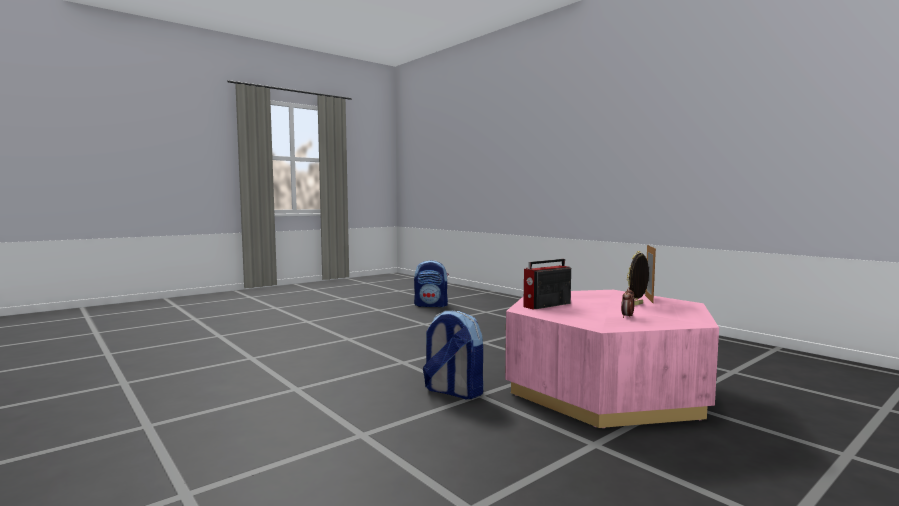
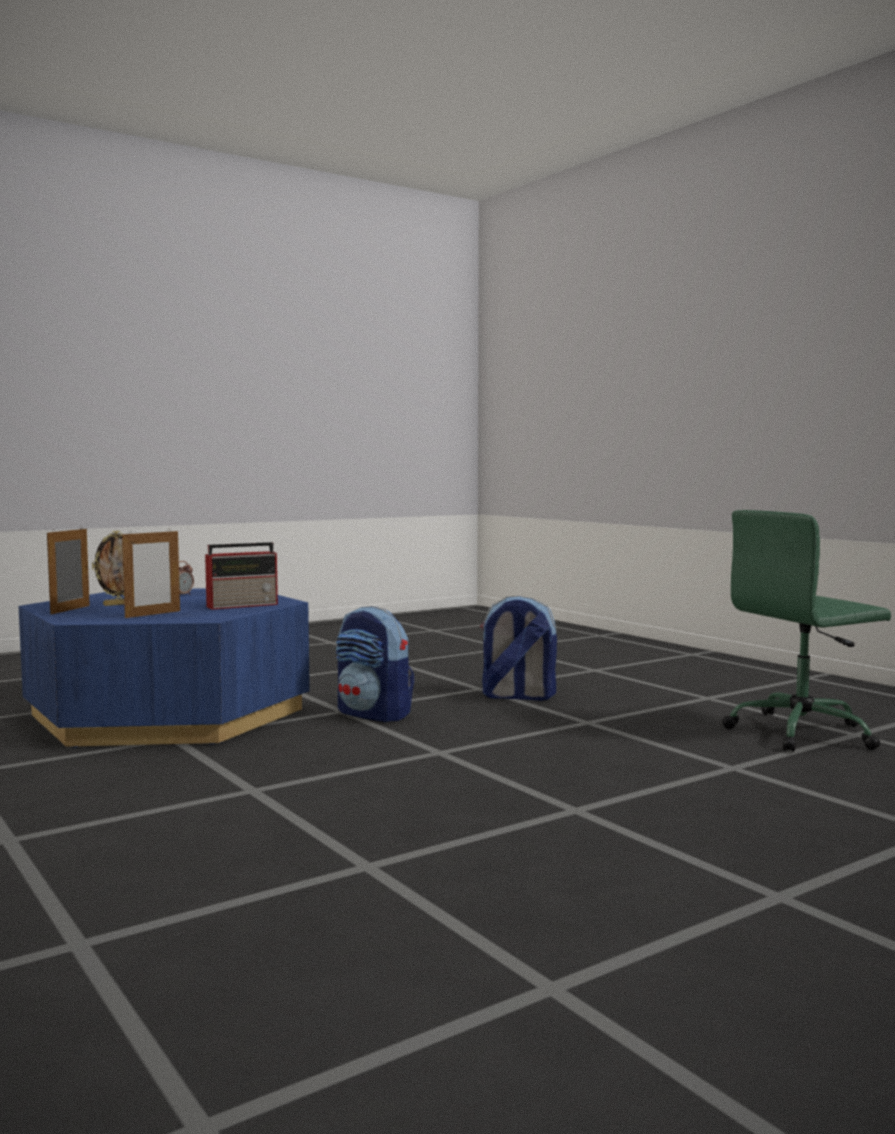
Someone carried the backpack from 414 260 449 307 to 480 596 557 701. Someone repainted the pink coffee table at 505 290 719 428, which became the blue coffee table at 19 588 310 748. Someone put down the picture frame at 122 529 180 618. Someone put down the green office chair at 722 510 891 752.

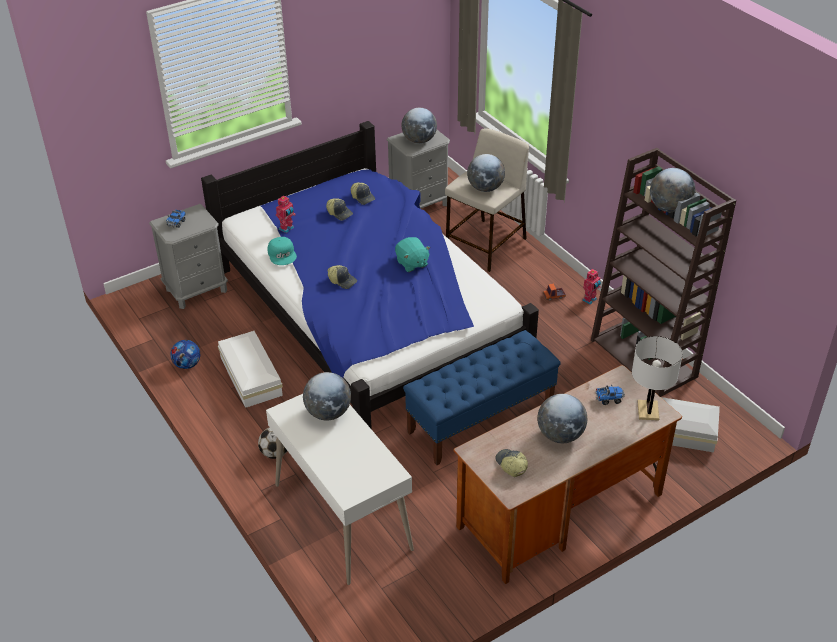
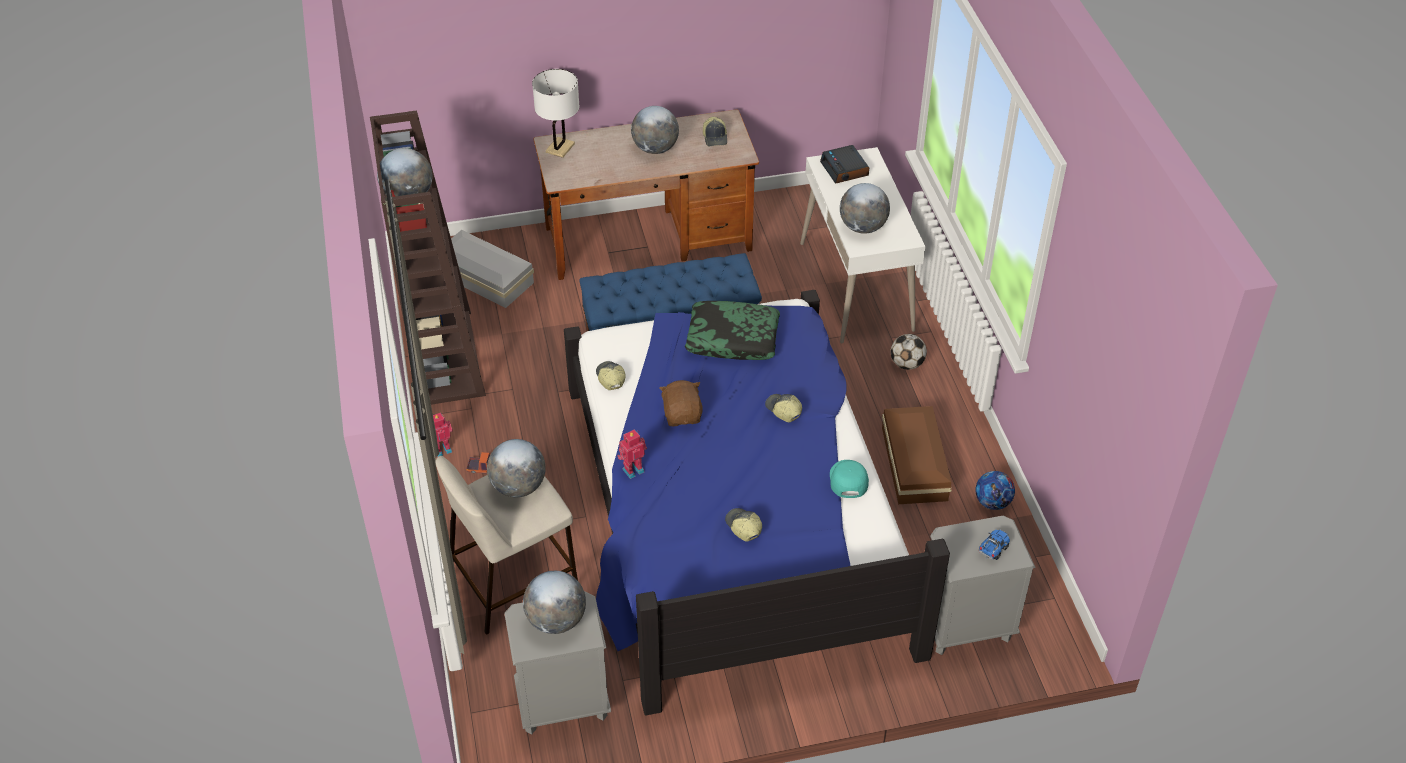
Someone repainted the white storage box at 218 331 283 408, which became the brown storage box at 882 406 952 504. Someone carried the toy robot from 276 195 296 233 to 617 429 647 479. Someone carried the cap from 351 183 375 205 to 596 361 626 390. Someone repainted the turquoise plush toy at 395 237 431 272, which became the brown plush toy at 659 380 703 426. Someone took away the toy truck at 595 385 625 405. Someone put down the pillow at 685 301 780 360. Someone put down the alarm clock at 820 145 869 184.

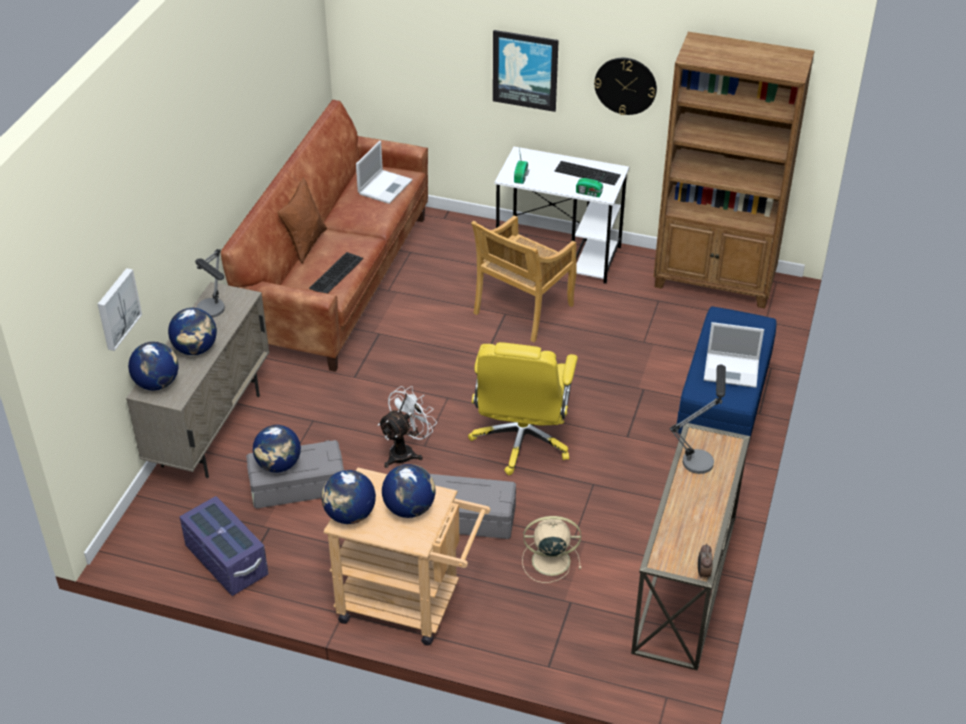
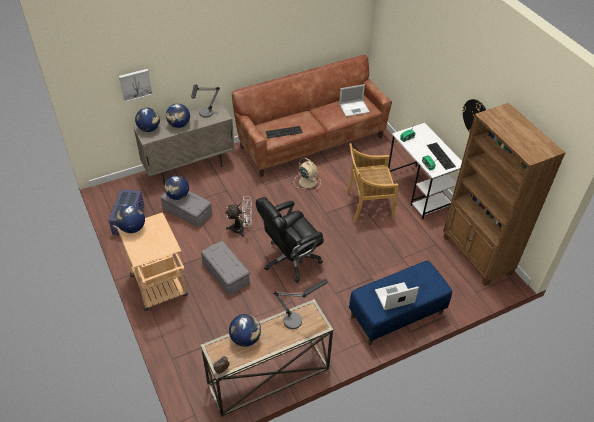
Someone took away the brown pillow at 278 177 327 264. Someone carried the globe from 382 464 436 518 to 229 314 261 347. Someone repainted the yellow office chair at 468 342 578 475, which became the black office chair at 256 197 324 283. Someone took away the picture at 493 30 559 112. Someone carried the beige fan from 522 516 581 583 to 294 158 321 191. Someone rotated the laptop at 704 322 764 388 by 105 degrees clockwise.

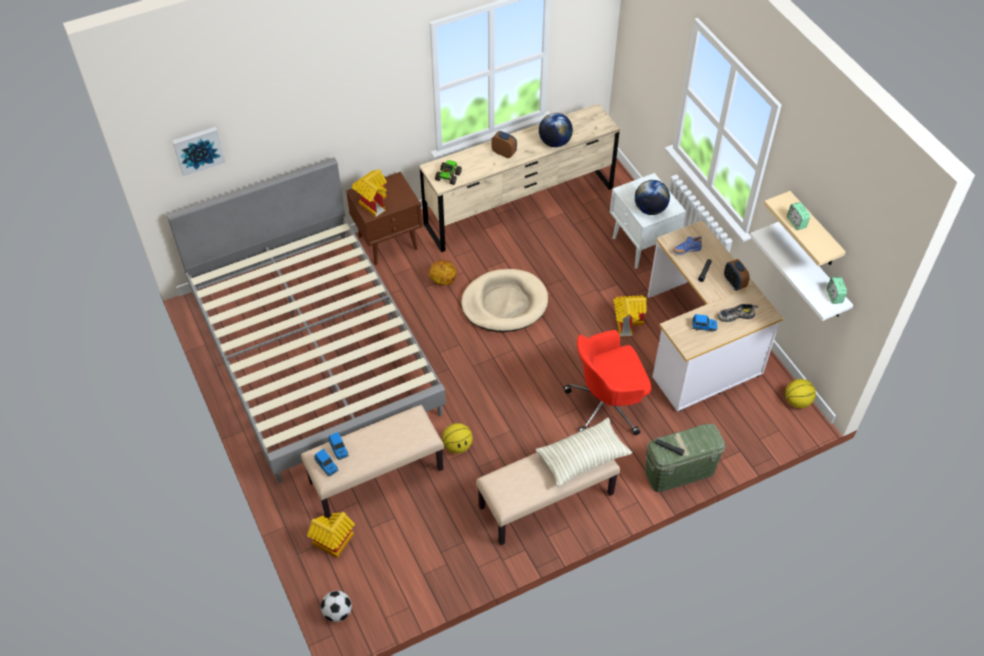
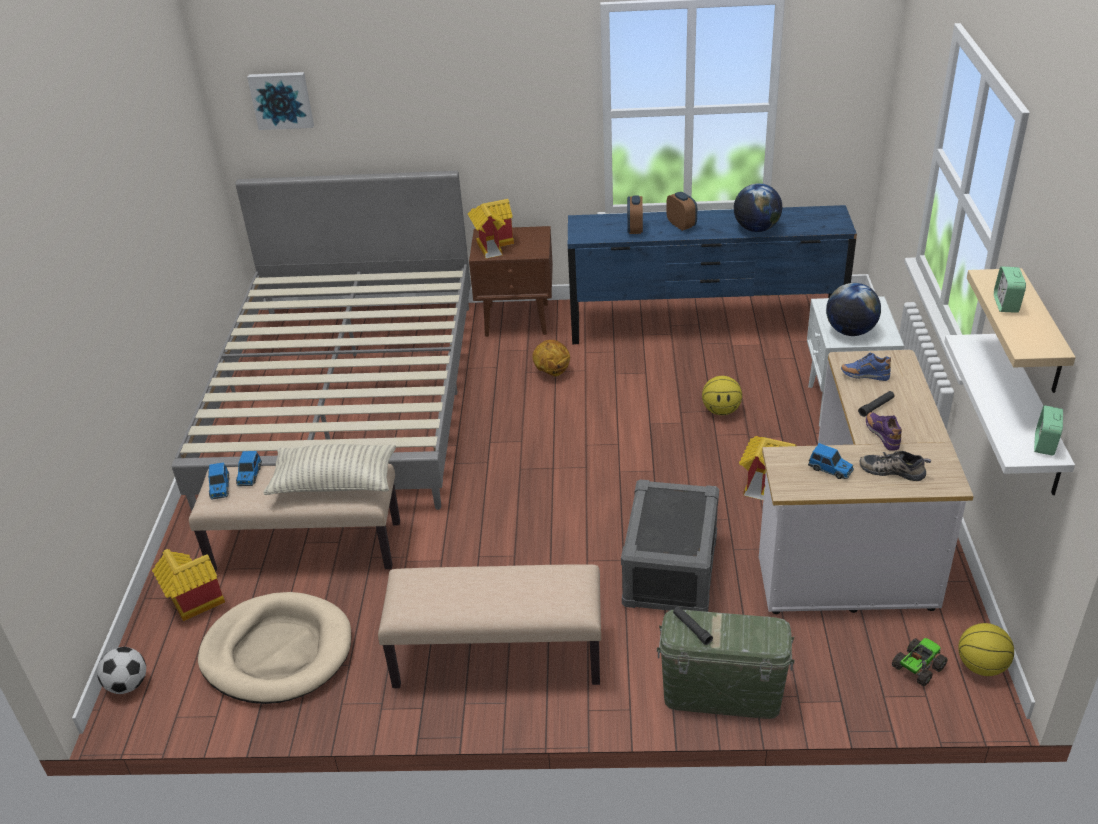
Someone repainted the beige dresser at 420 103 620 252, which became the blue dresser at 568 205 857 344. Someone carried the toy truck from 435 160 462 185 to 892 638 948 687. Someone carried the basketball from 442 423 473 453 to 702 376 742 415. Someone carried the beige dog bed from 461 269 548 332 to 198 592 351 704. Someone carried the pillow from 536 418 632 487 to 264 444 396 495. Someone swapped the red office chair at 564 330 651 435 for the grey storage box at 621 479 719 612. Someone carried the alarm clock from 724 259 750 291 to 627 195 643 234. Someone put down the purple shoe at 866 412 902 451.

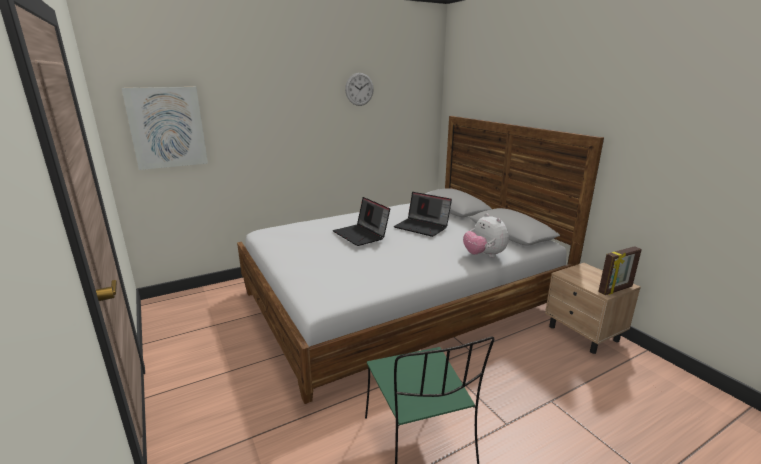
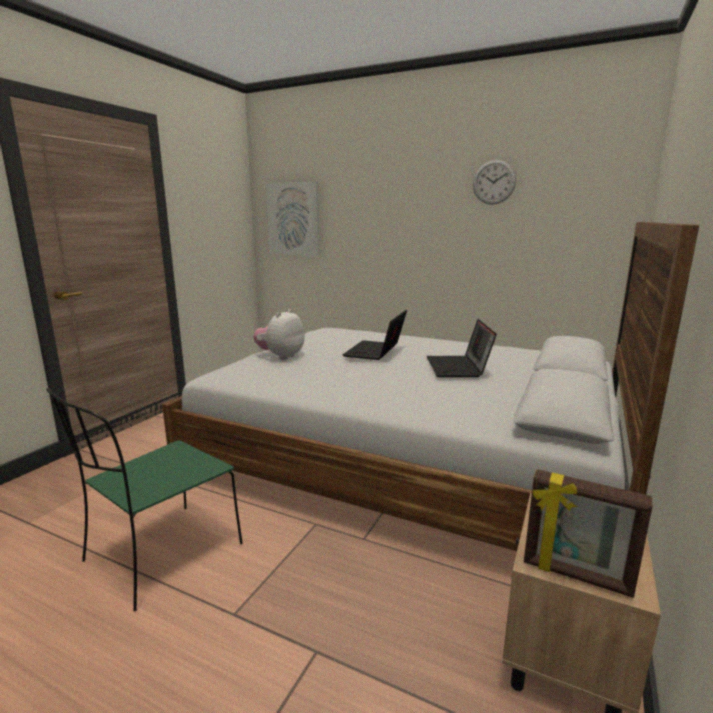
Someone carried the plush toy from 463 213 509 257 to 253 309 305 360.

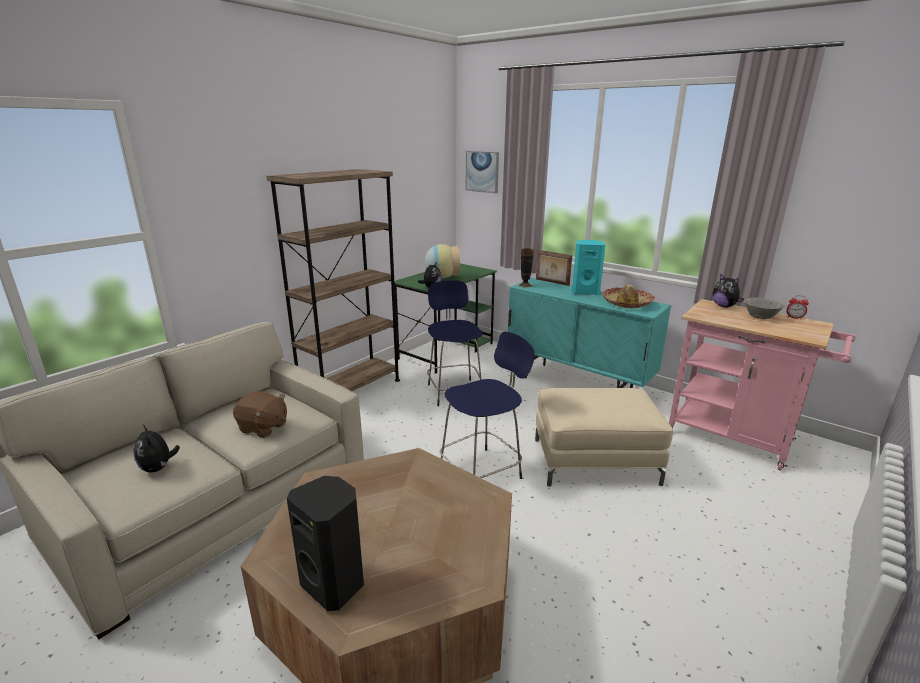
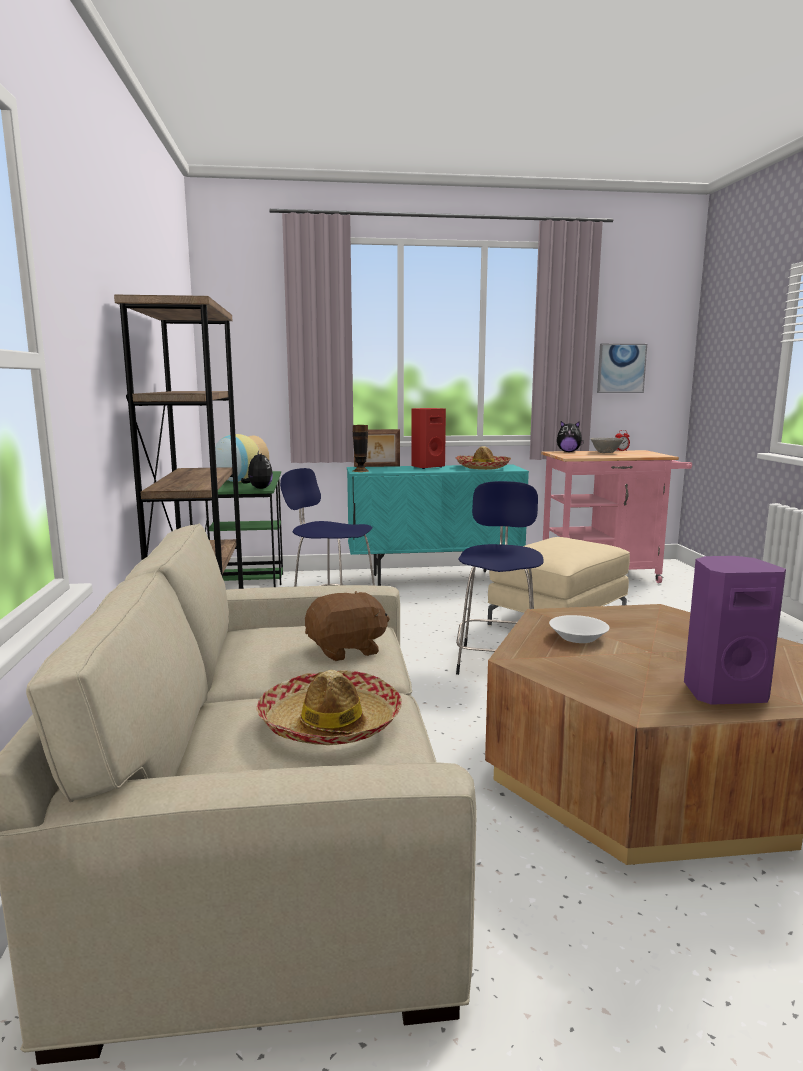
Someone swapped the plush toy at 133 424 180 472 for the hat at 257 670 402 745. Someone repainted the black speaker at 287 476 364 611, which became the purple speaker at 684 556 786 705. Someone carried the picture from 466 151 499 193 to 597 344 647 393. Someone repainted the turquoise speaker at 572 240 606 295, which became the red speaker at 411 408 446 469. Someone put down the white bowl at 549 615 609 643.

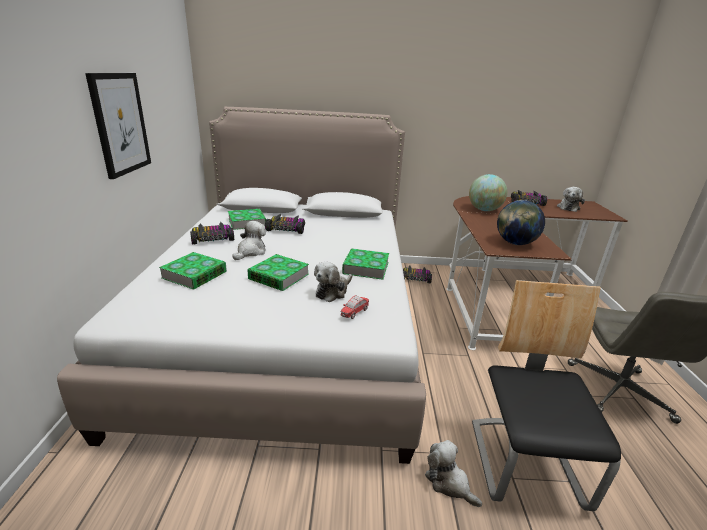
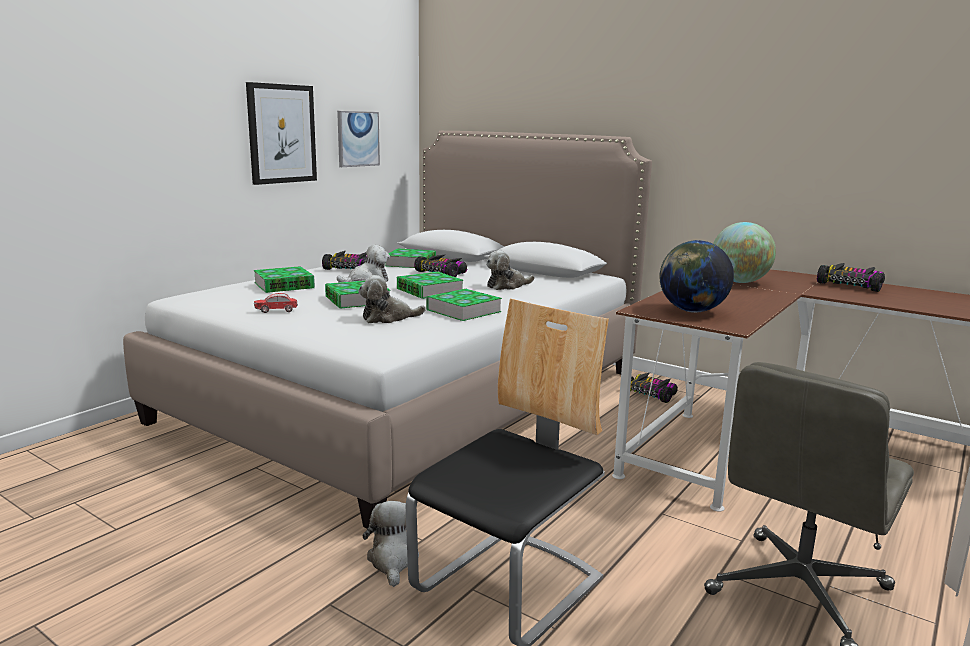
Someone carried the toy car from 340 295 369 319 to 254 293 298 313. Someone carried the plush toy from 557 187 585 212 to 486 251 534 290. Someone put up the picture at 337 111 380 167. Someone put down the book at 397 271 464 299.

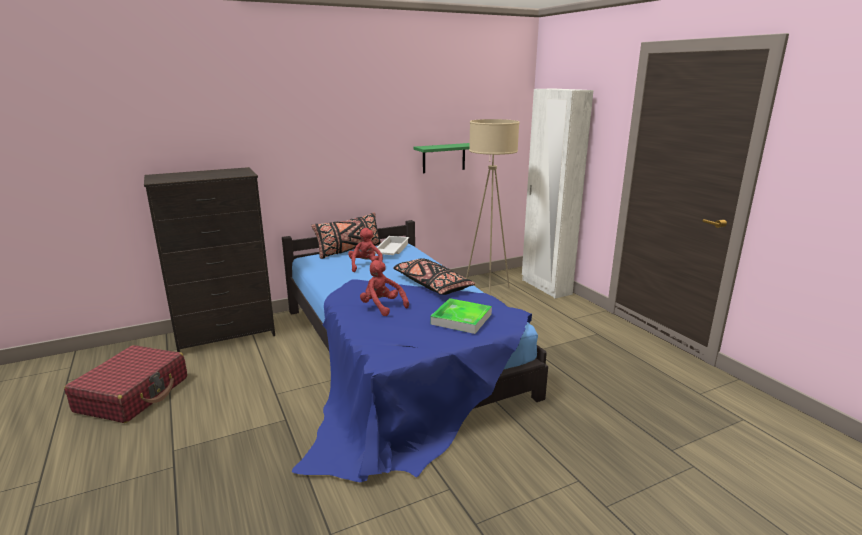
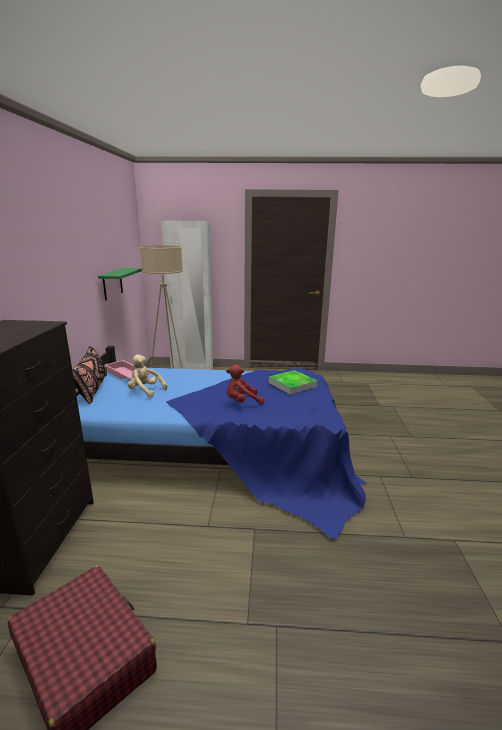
Someone repainted the red plush toy at 348 228 383 272, which became the beige plush toy at 127 355 167 398. Someone repainted the white tray at 375 236 409 255, which became the pink tray at 104 360 149 380. Someone took away the black pillow at 393 259 475 295.

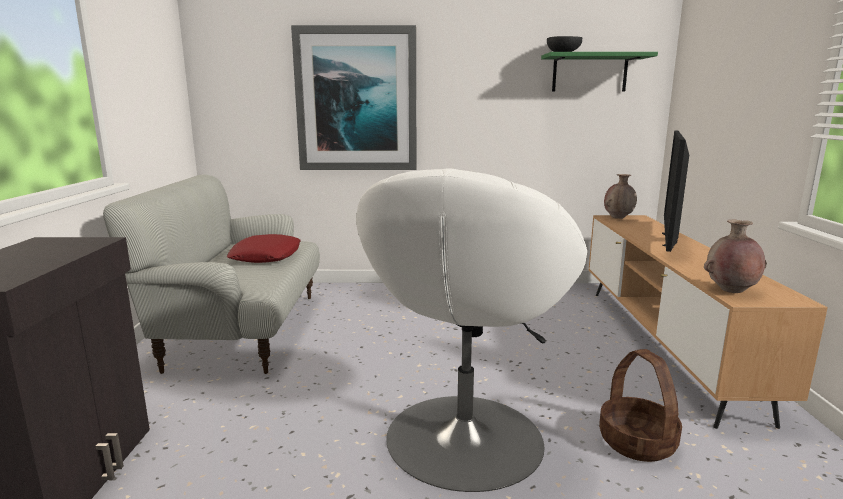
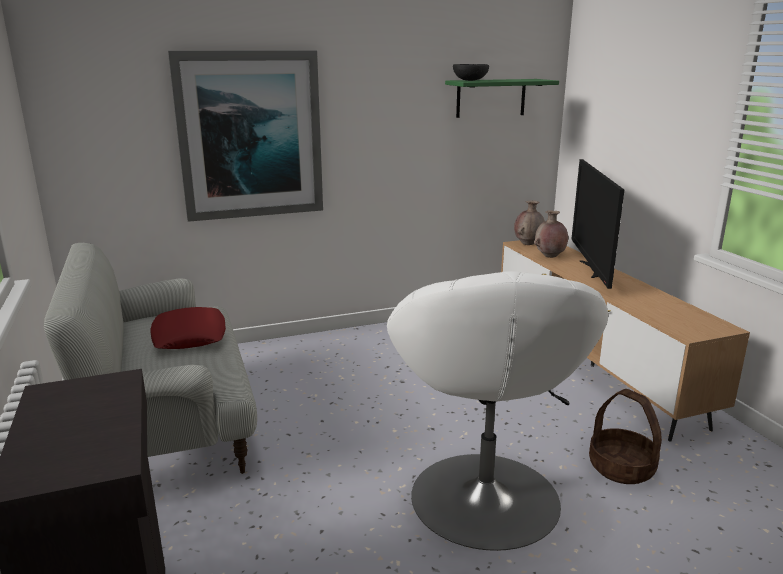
Someone carried the brown vase from 704 219 767 293 to 534 210 569 258.

